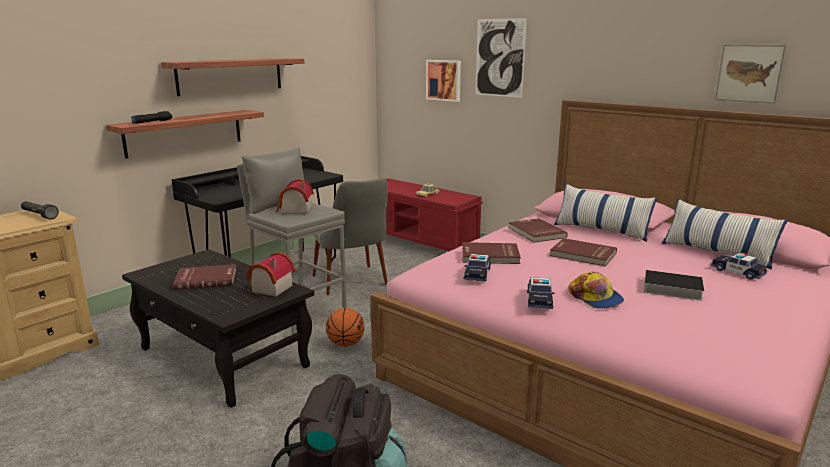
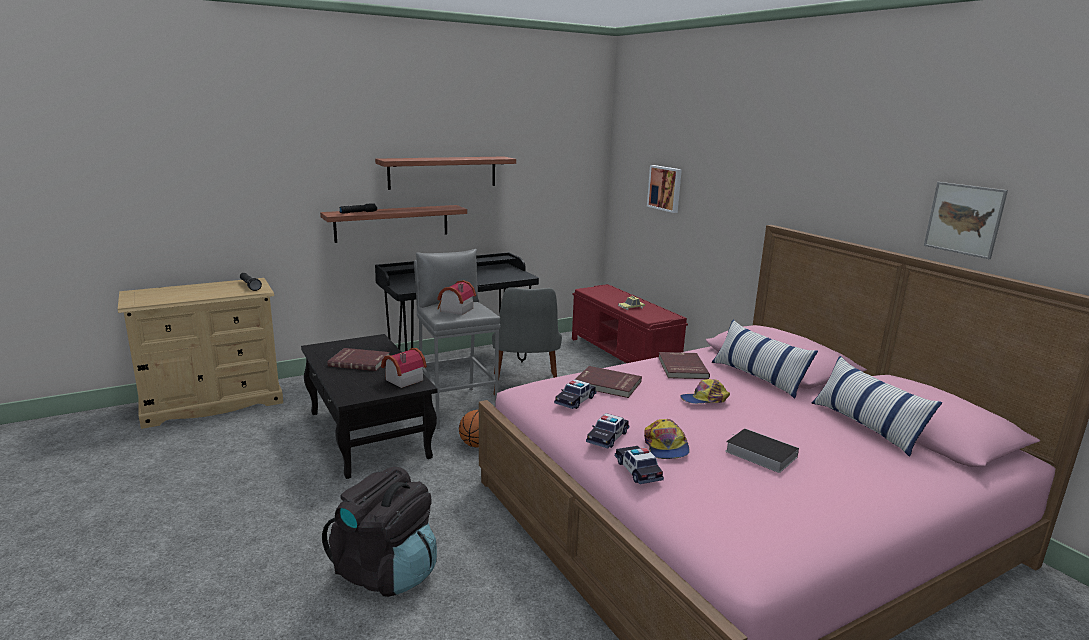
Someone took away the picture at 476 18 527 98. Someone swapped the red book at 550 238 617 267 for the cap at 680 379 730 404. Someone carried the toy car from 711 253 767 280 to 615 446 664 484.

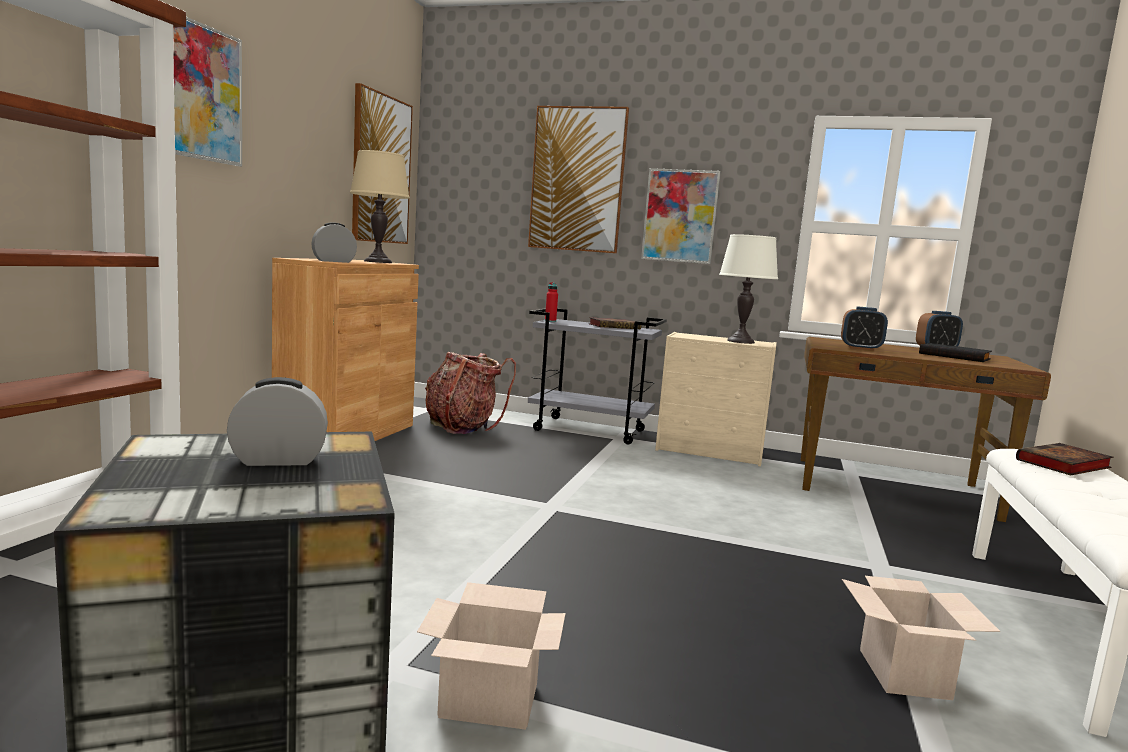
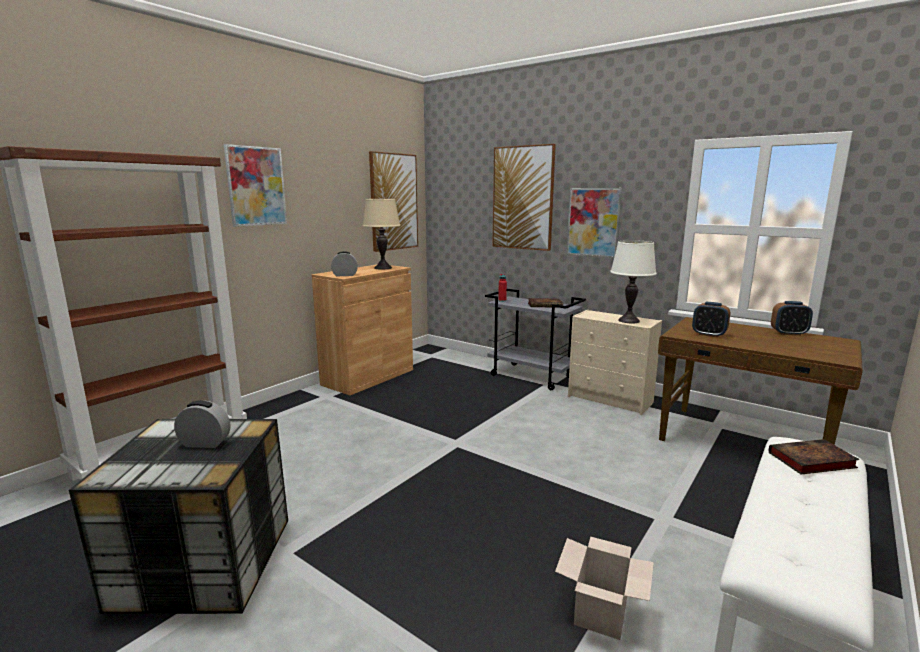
Someone took away the cardboard box at 417 582 565 730. Someone took away the backpack at 425 352 516 434. Someone took away the black book at 919 343 992 362.

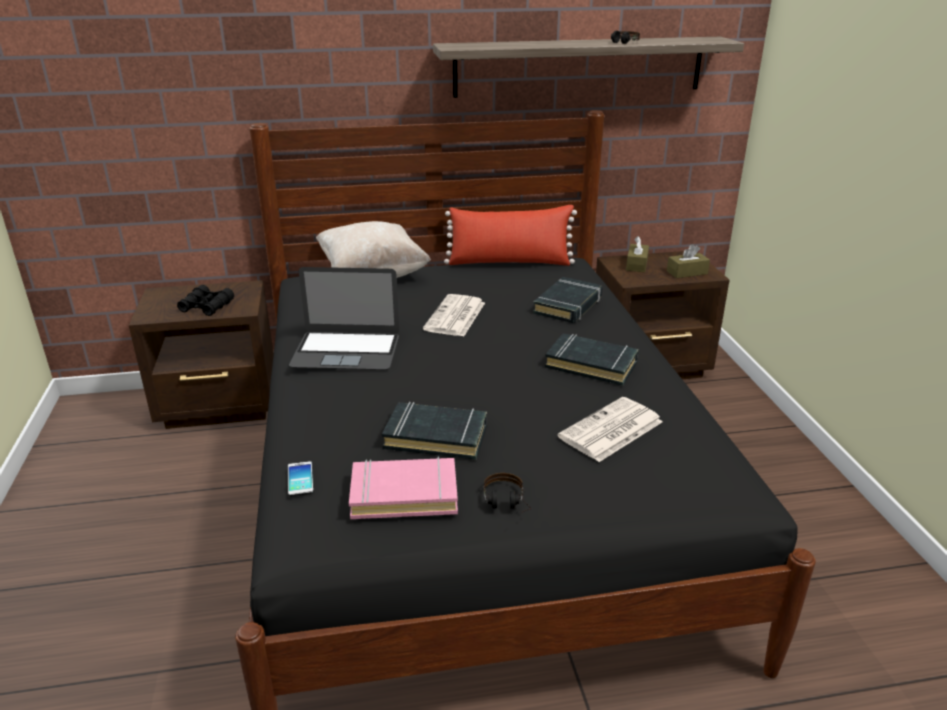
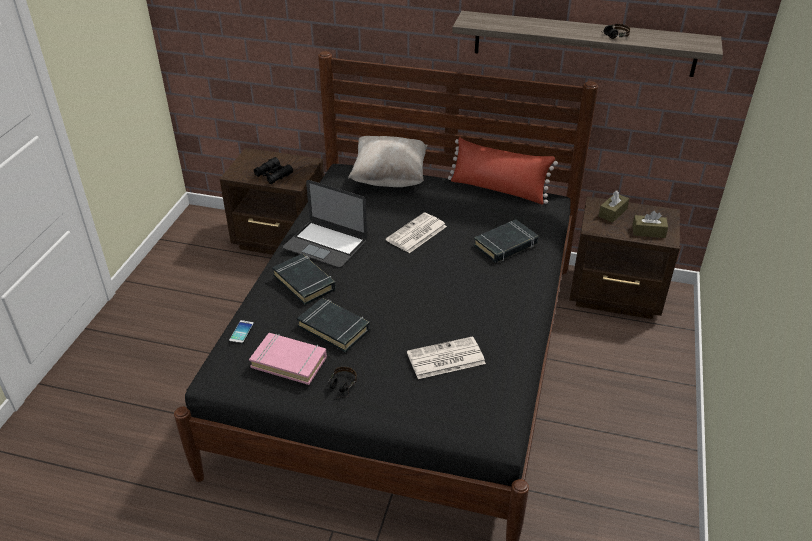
Someone carried the black book from 545 333 639 386 to 272 254 336 305.

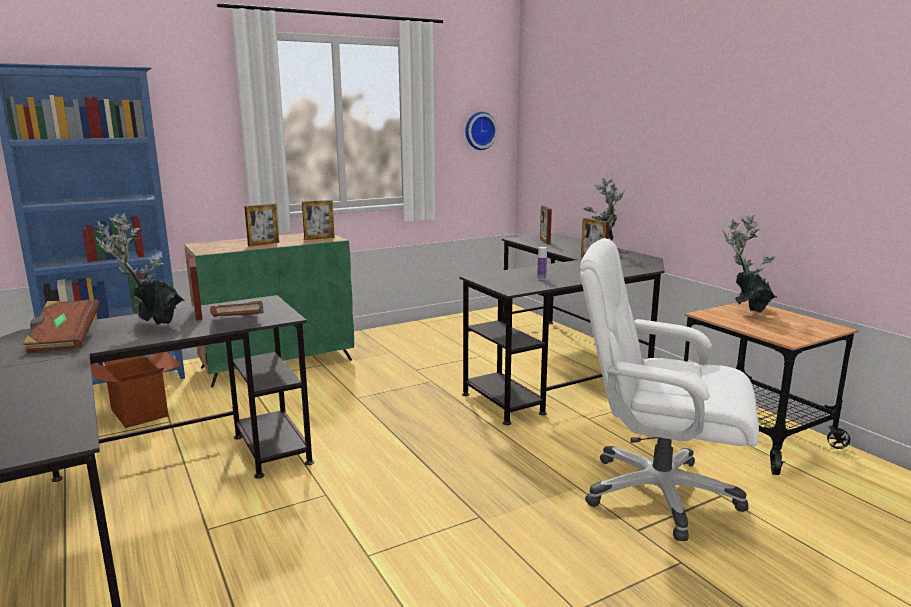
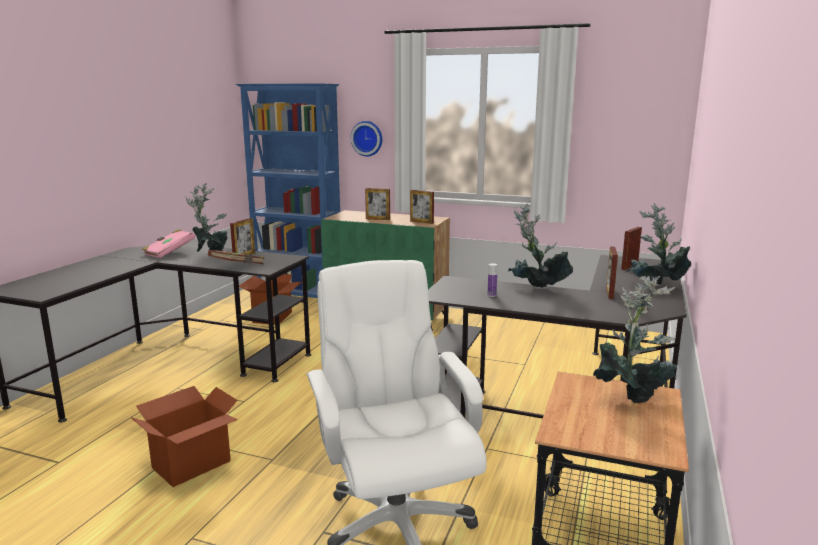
Someone repainted the brown book at 23 299 100 353, which became the pink book at 142 229 195 258. Someone carried the wall clock from 465 112 498 150 to 351 121 382 156. Someone put down the cardboard box at 130 386 238 487. Someone put down the potted plant at 508 204 573 288.

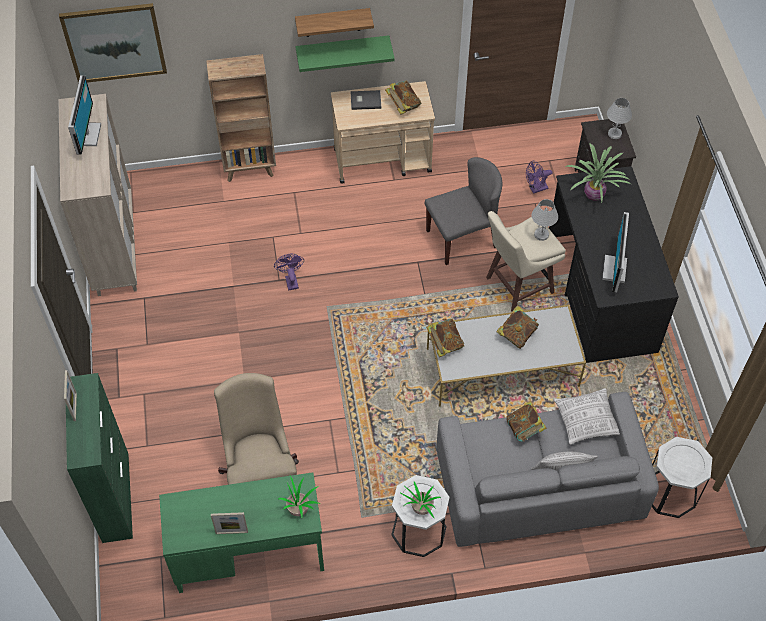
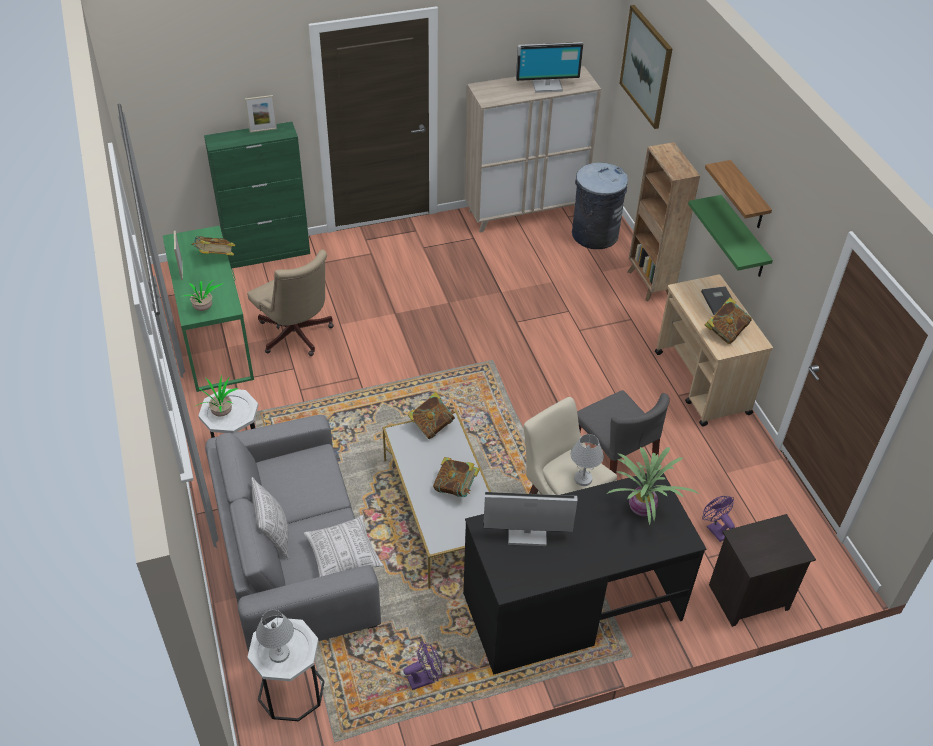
Someone rotated the beige office chair at 214 373 299 485 by 75 degrees clockwise. Someone carried the purple fan from 274 254 304 290 to 403 642 442 690. Someone carried the book from 506 401 547 442 to 191 236 235 256. Someone carried the white table lamp from 607 98 632 139 to 256 610 294 663. Someone put down the grey trash can at 572 163 628 249.

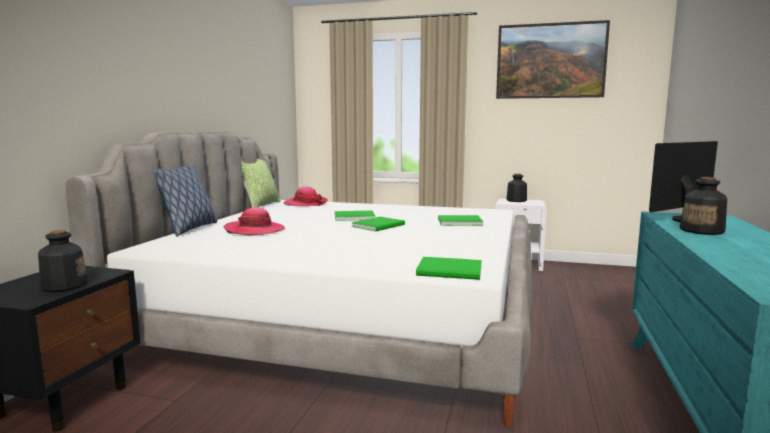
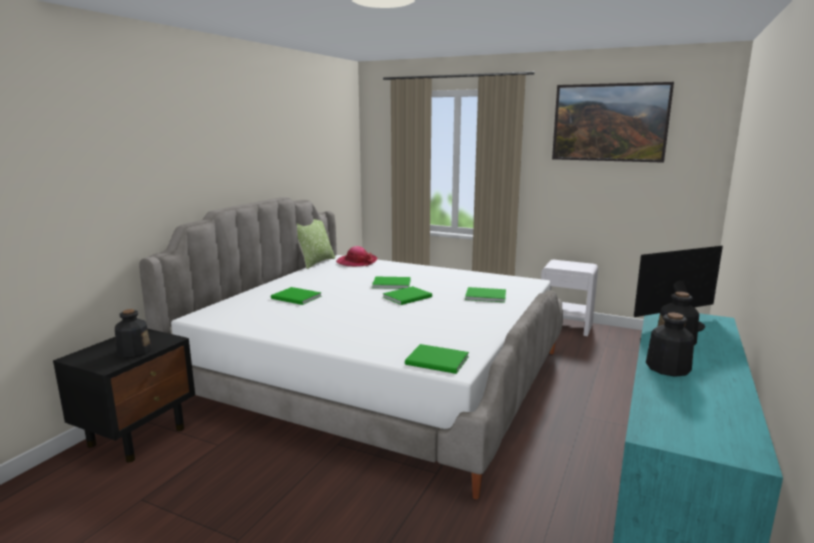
Someone took away the pillow at 154 165 217 237. Someone swapped the hat at 224 207 285 235 for the green book at 271 287 322 305. Someone carried the bottle from 506 174 527 202 to 646 313 695 377.

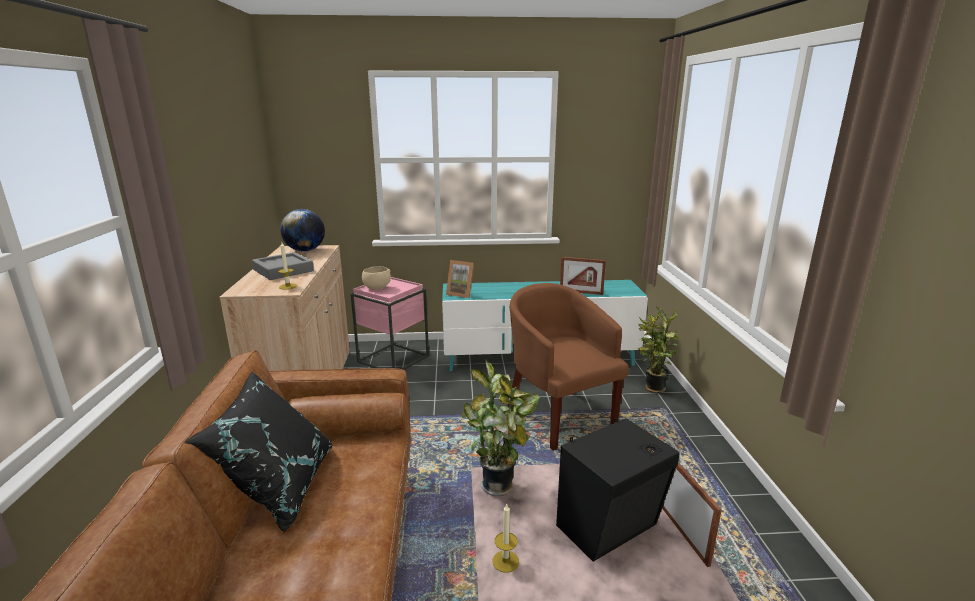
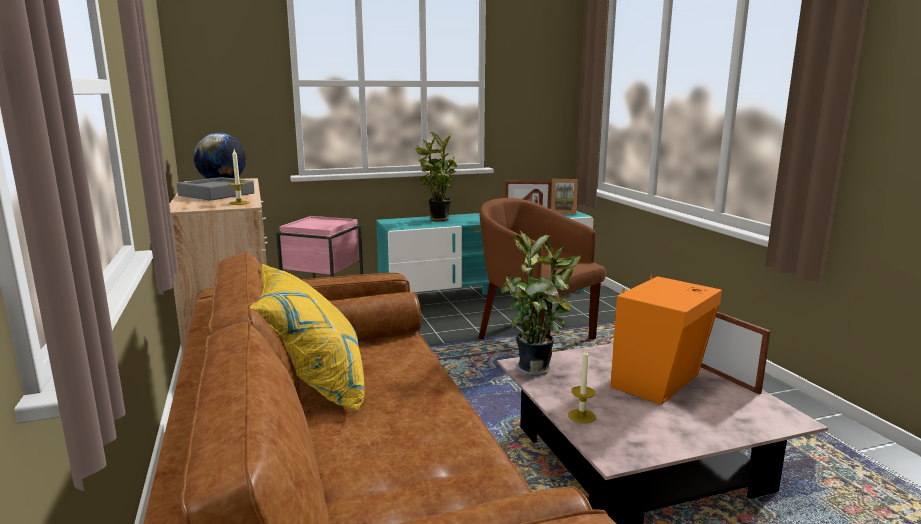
Someone repainted the black pillow at 185 371 332 533, which became the yellow pillow at 250 263 365 410. Someone took away the beige bowl at 362 266 391 290. Someone carried the picture frame from 446 260 474 298 to 551 179 578 214. Someone repainted the black speaker at 556 418 680 562, which became the orange speaker at 610 275 722 405. Someone carried the potted plant from 638 306 679 393 to 415 132 457 222.

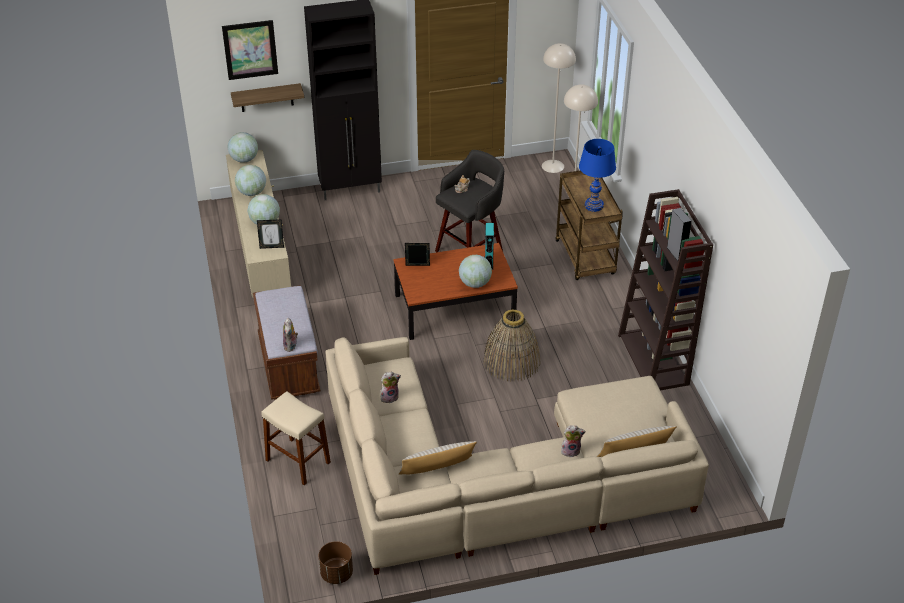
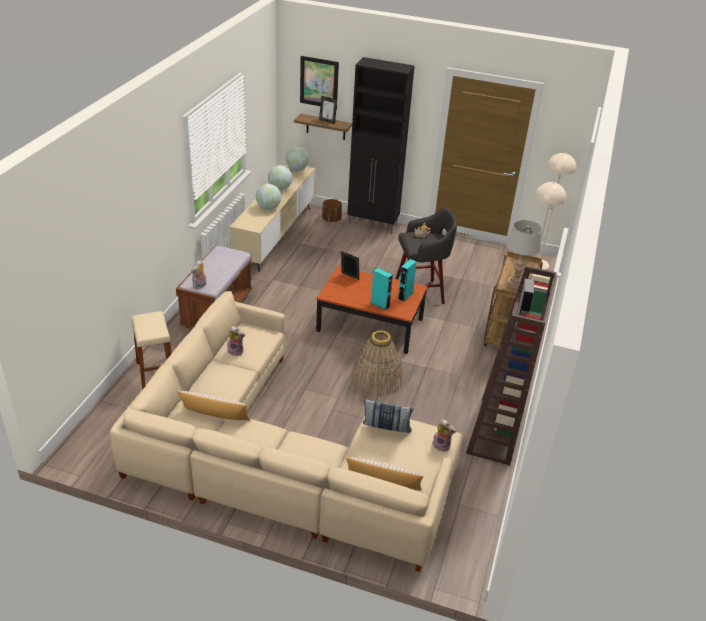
Someone carried the picture frame from 257 219 284 249 to 319 96 337 124. Someone carried the brown planter from 319 541 353 584 to 322 199 342 222. Someone swapped the globe at 459 255 492 288 for the turquoise speaker at 371 268 393 310. Someone carried the plush toy from 561 425 586 457 to 432 419 456 452. Someone repainted the blue table lamp at 579 139 616 212, which became the grey table lamp at 506 220 542 289. Someone put down the pillow at 362 399 414 433.

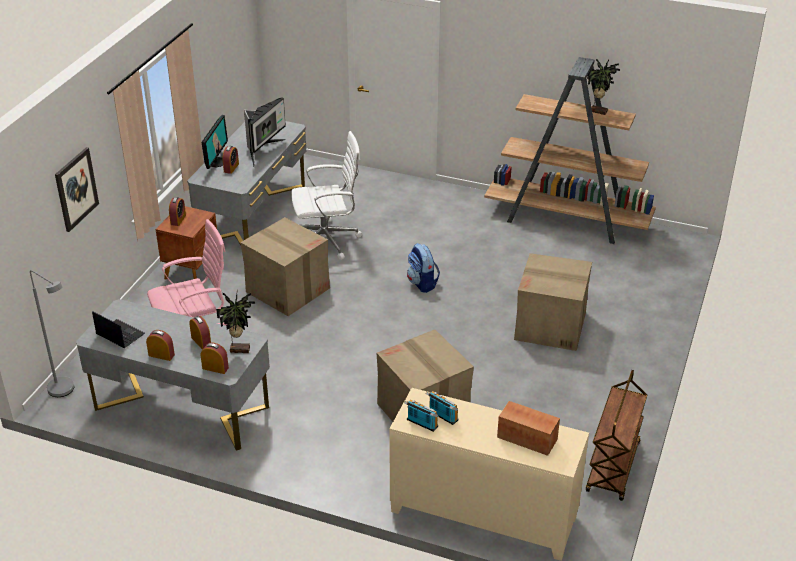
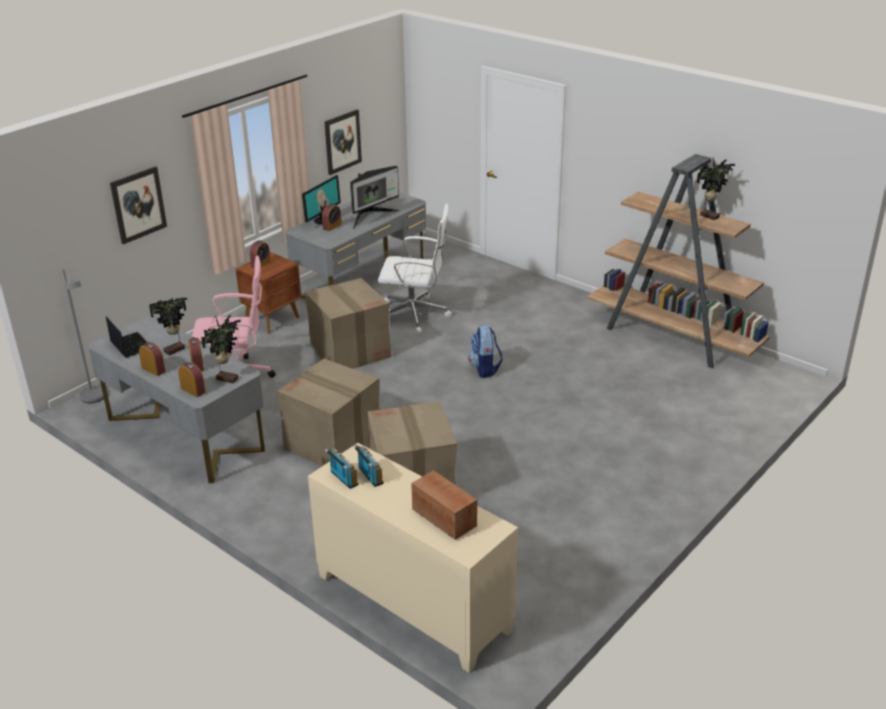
Someone carried the cardboard box from 514 253 592 351 to 277 358 379 466. Someone took away the brown cart at 586 370 647 501. Someone put down the potted plant at 149 298 187 355. Someone put up the picture at 324 109 362 175.

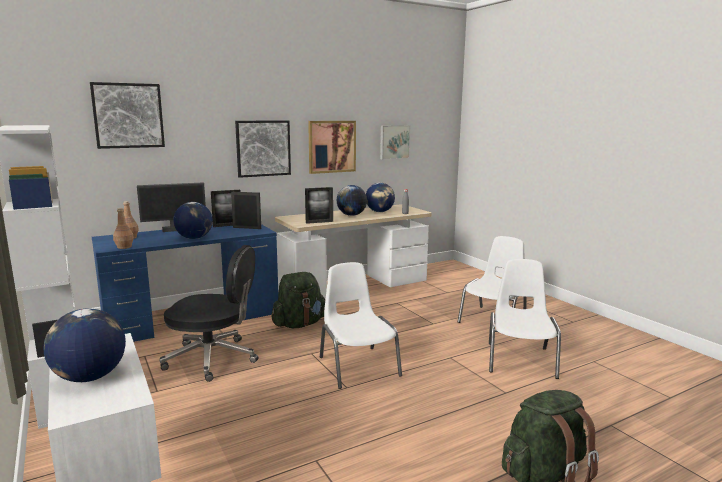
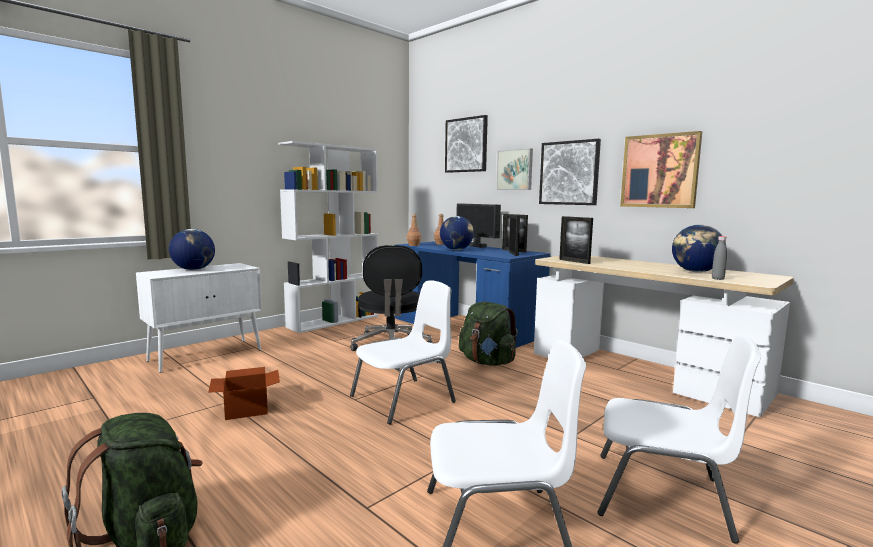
Someone took away the globe at 337 185 367 216. Someone carried the picture from 380 125 410 159 to 496 148 533 190. Someone put down the cardboard box at 208 367 280 420.

